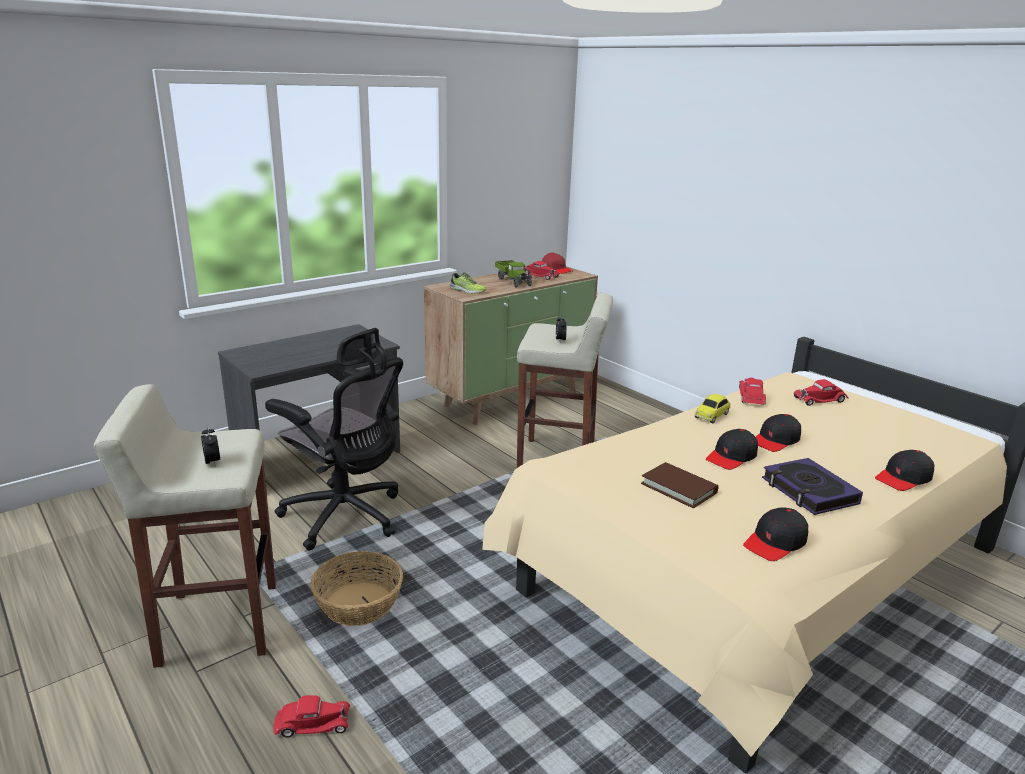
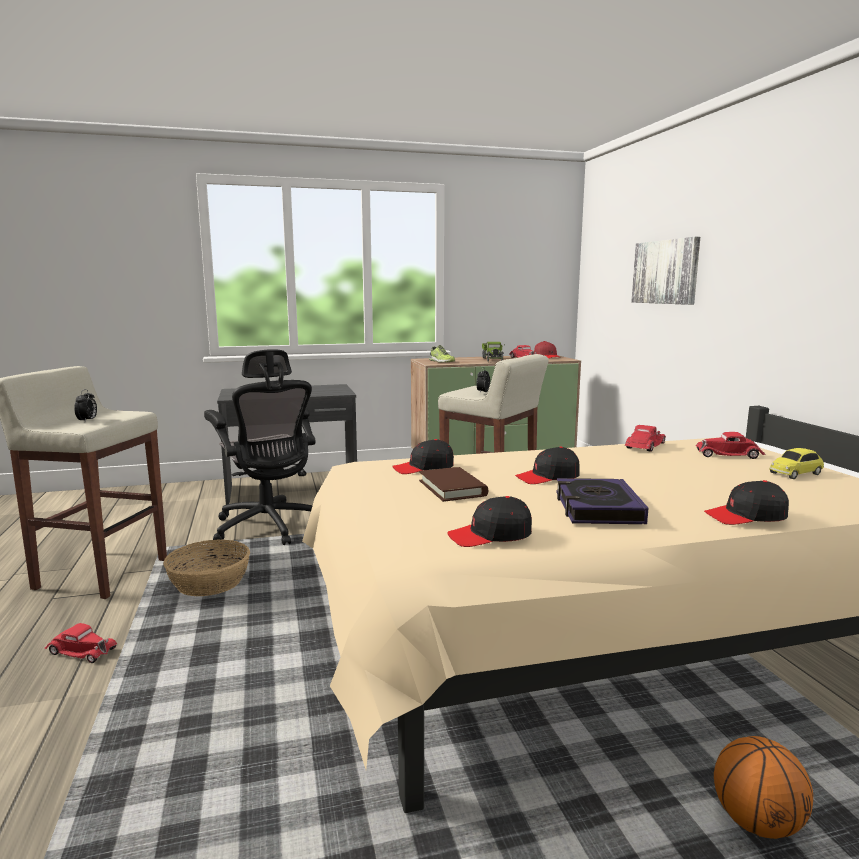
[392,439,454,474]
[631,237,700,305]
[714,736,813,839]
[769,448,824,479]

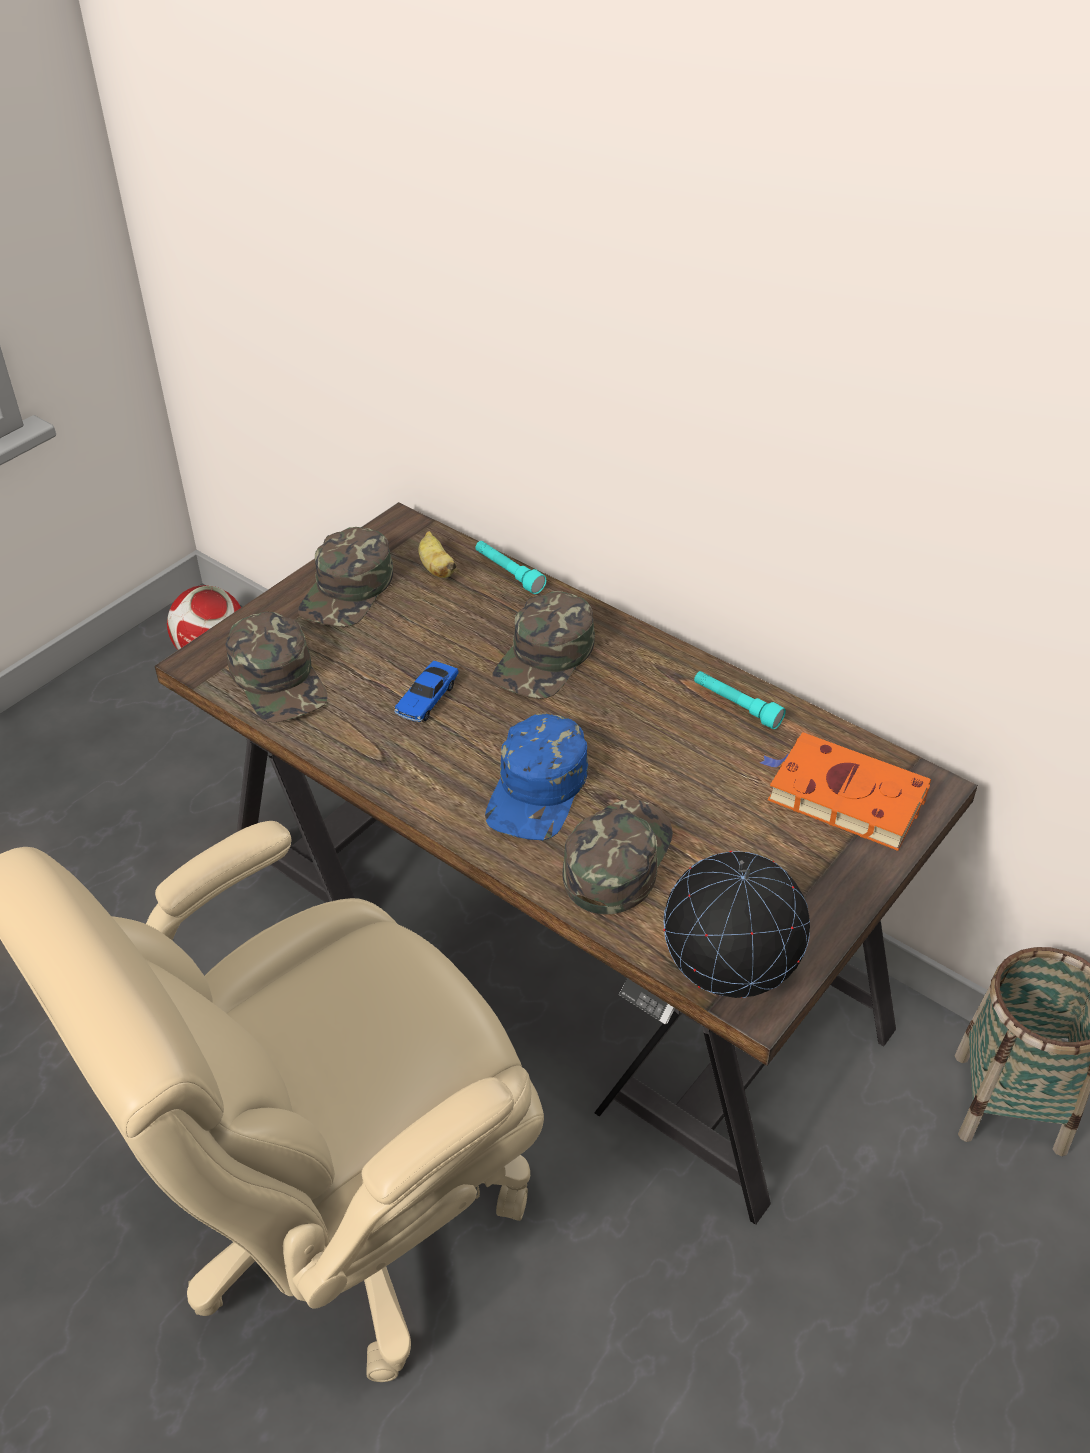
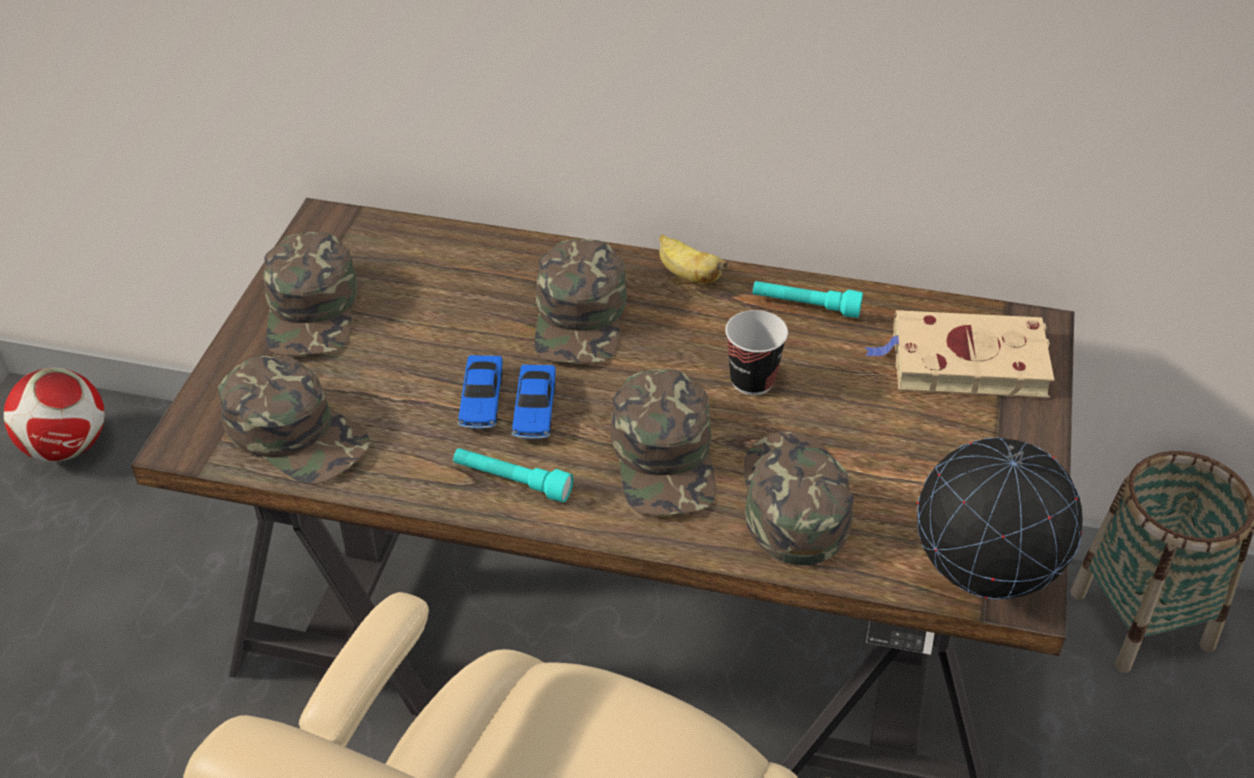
[453,448,573,502]
[512,364,556,439]
[611,369,716,516]
[659,234,728,283]
[725,310,788,395]
[865,310,1054,398]

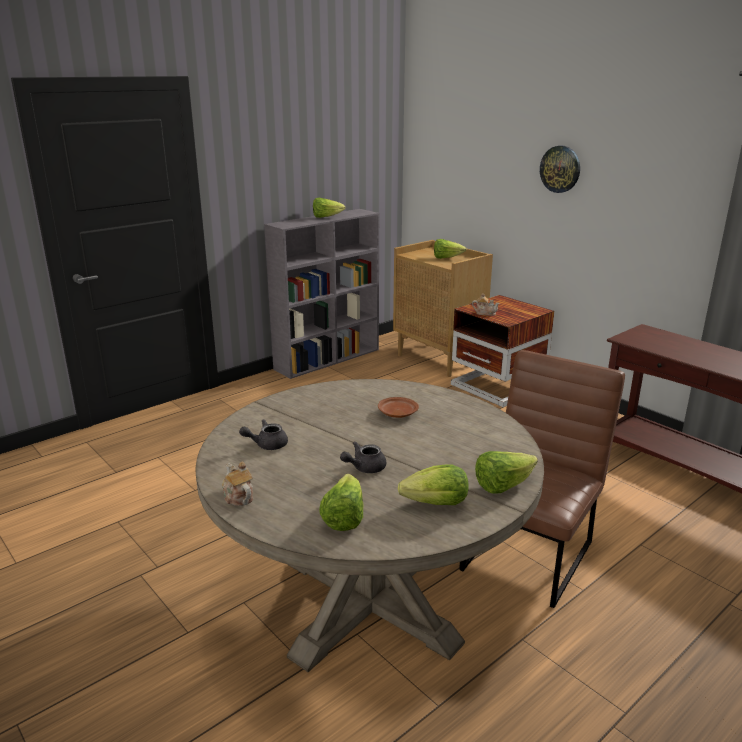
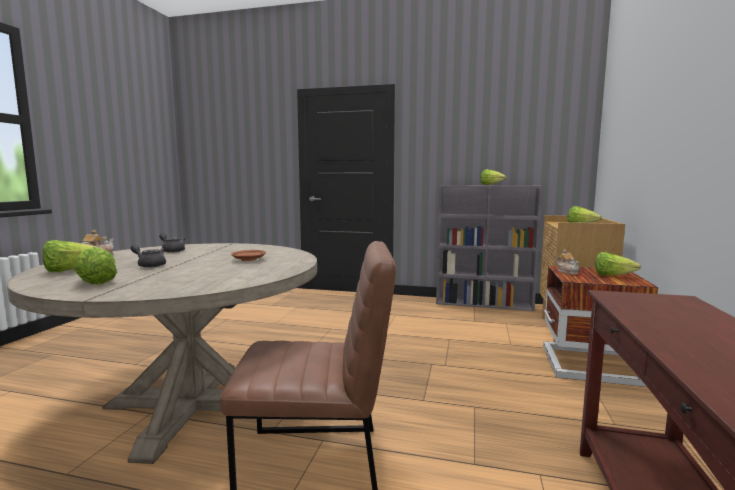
[595,252,641,275]
[540,146,580,193] (first image)

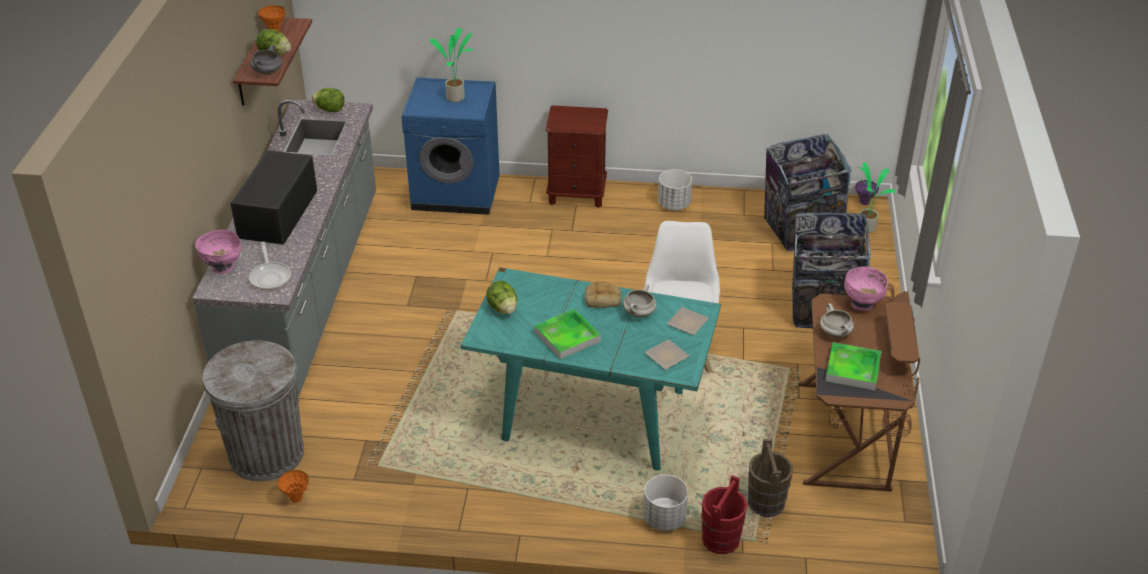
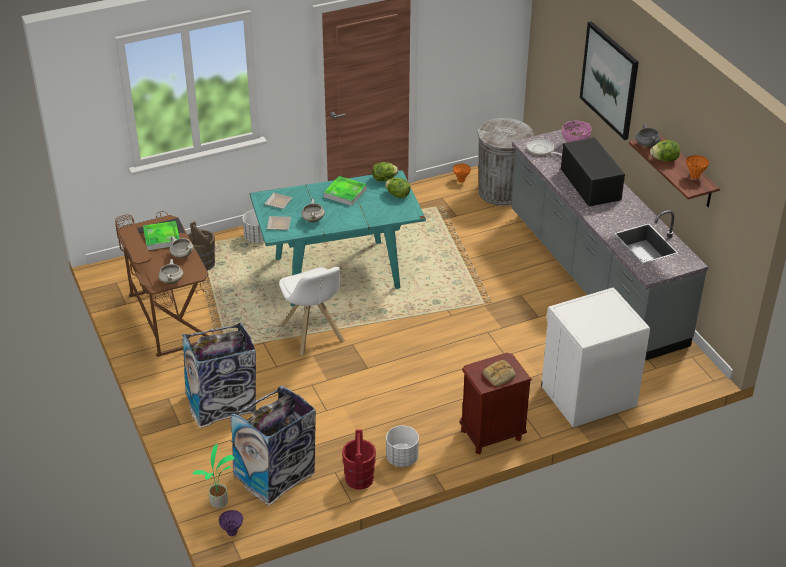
[158,259,183,284]
[342,429,376,489]
[372,162,398,181]
[483,360,516,386]
[541,287,650,428]
[580,21,639,140]
[430,28,473,102] (first image)

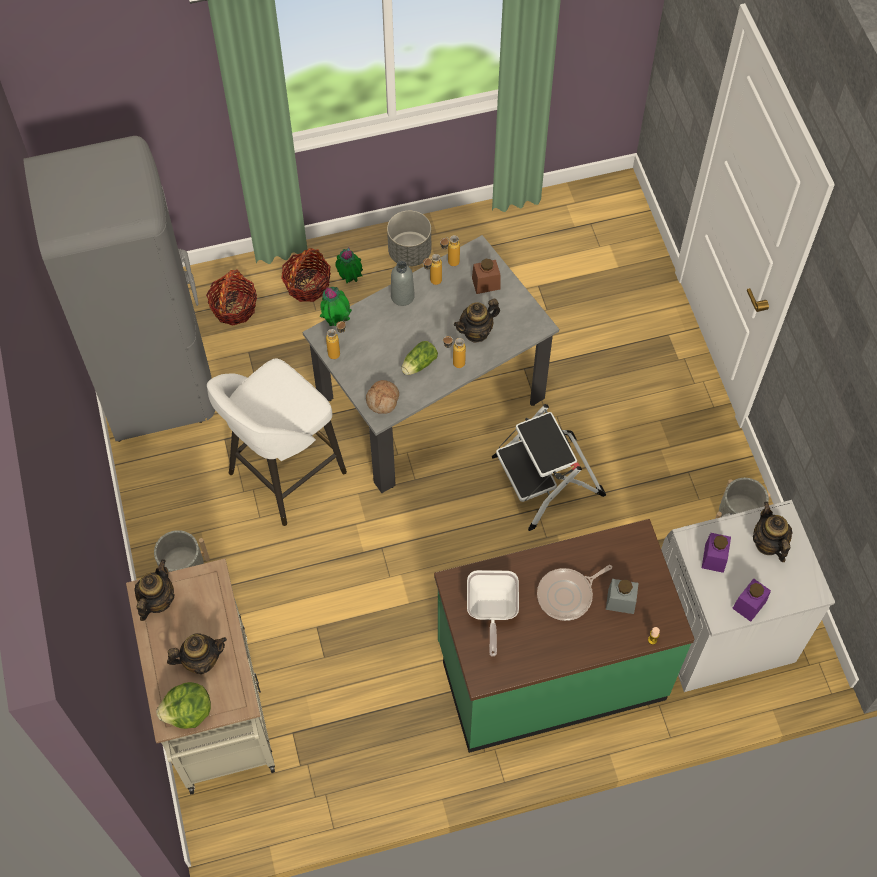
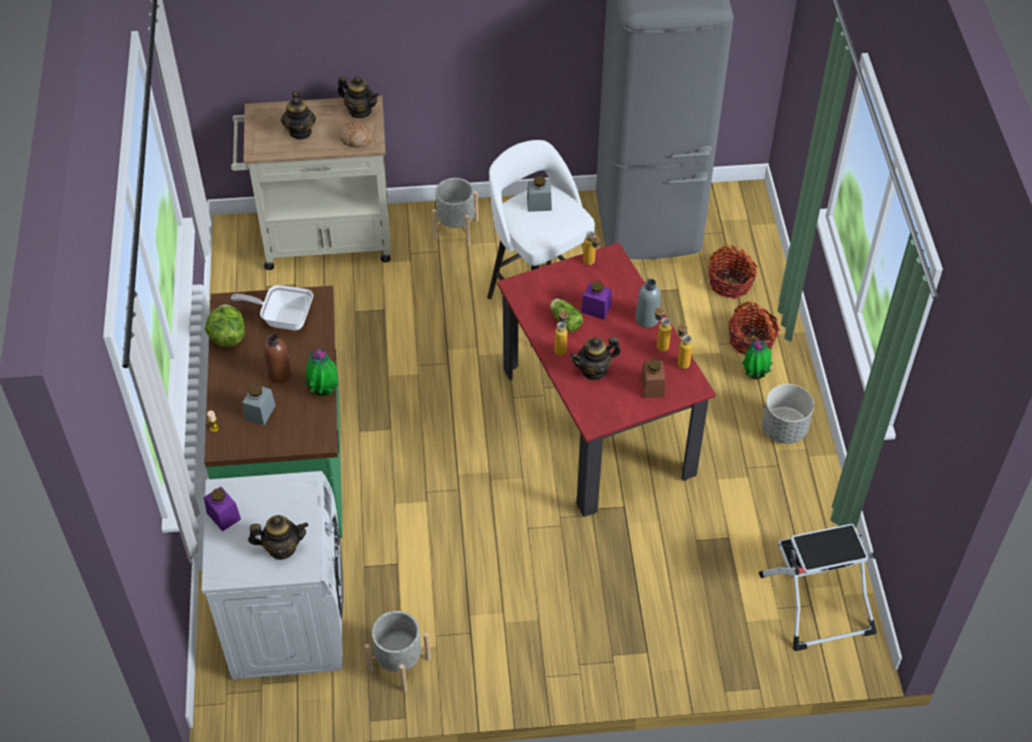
[205,304,245,347]
[263,333,292,384]
[305,348,339,396]
[339,121,373,148]
[497,242,716,517]
[527,176,552,212]
[570,337,621,380]
[581,281,611,320]
[758,524,878,651]

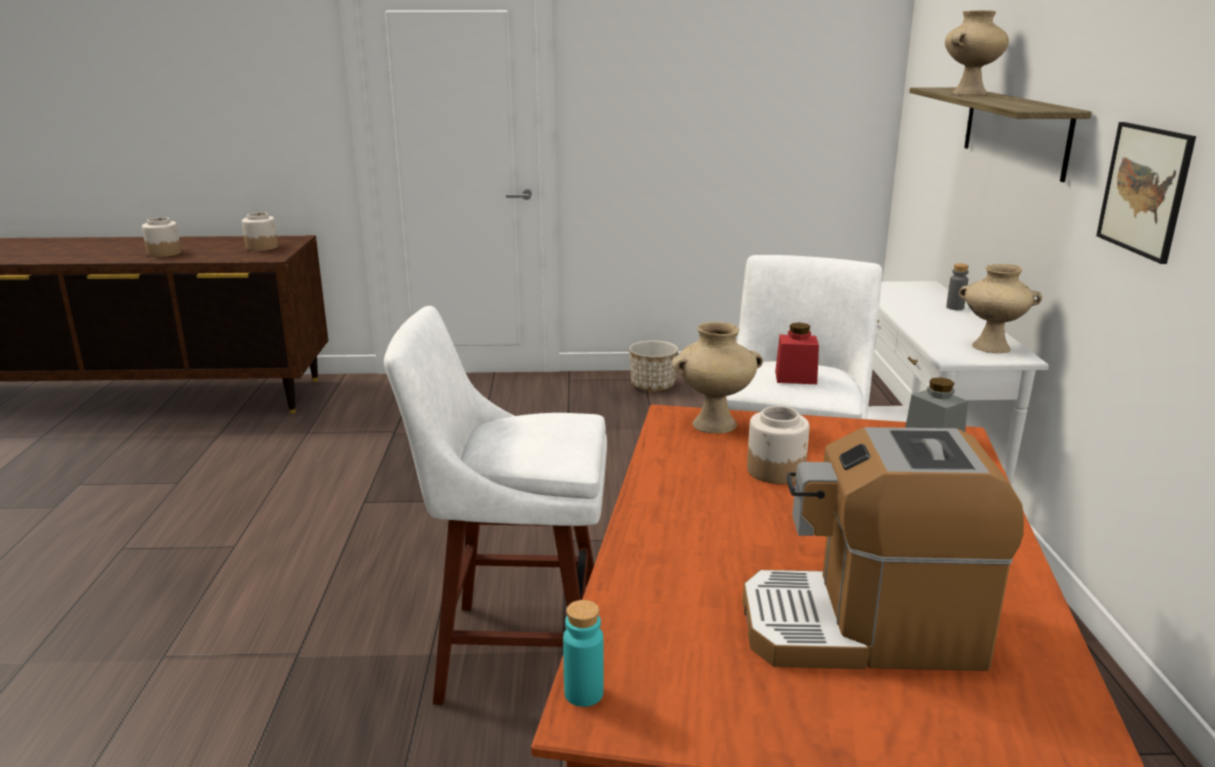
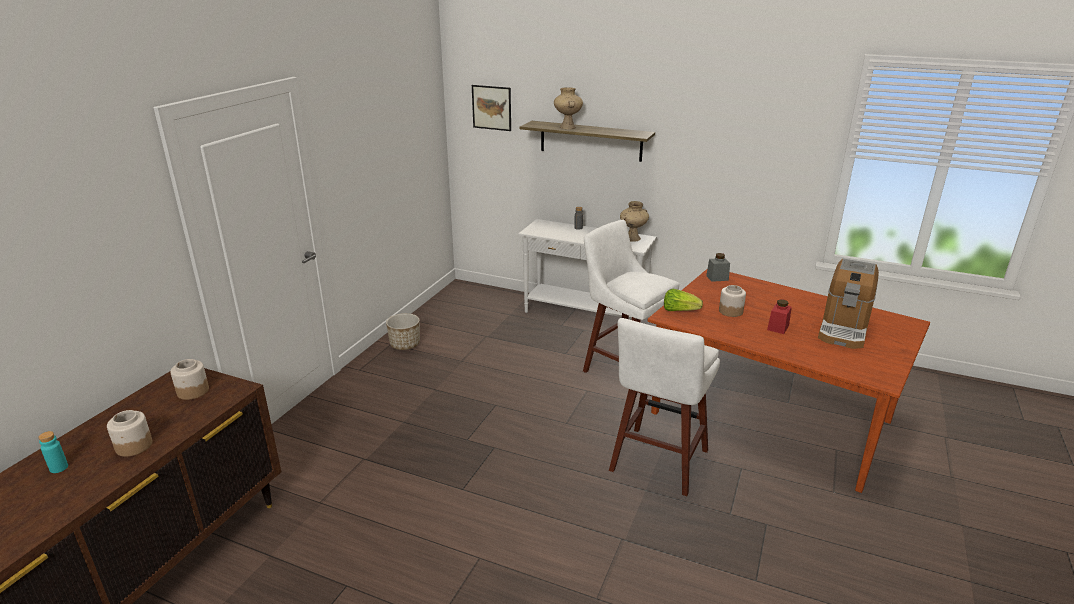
[38,431,68,473]
[472,85,511,131]
[664,289,703,311]
[767,299,792,334]

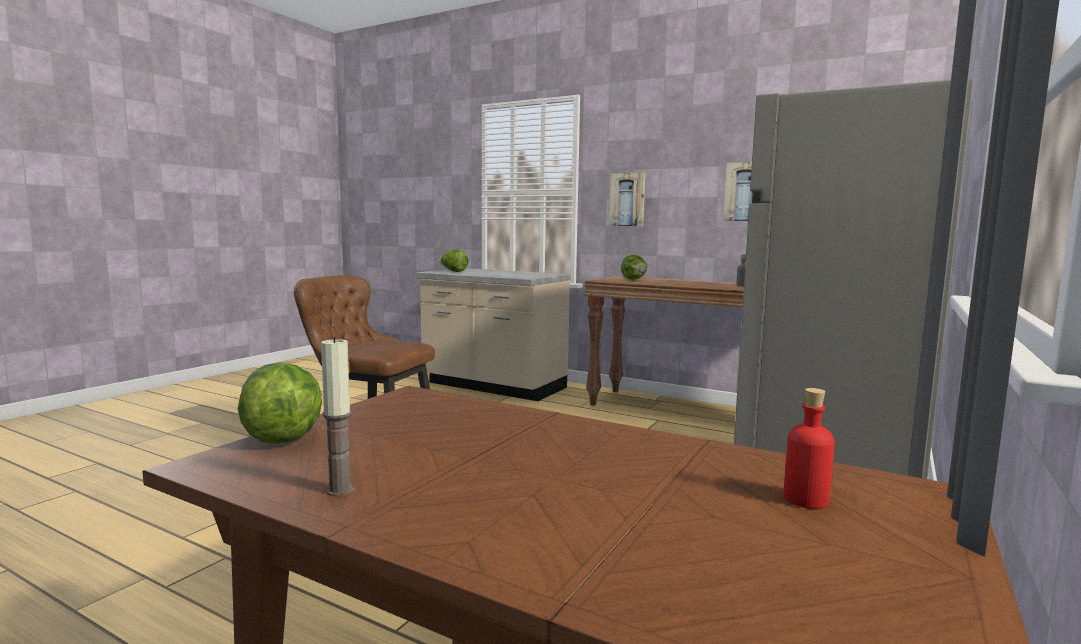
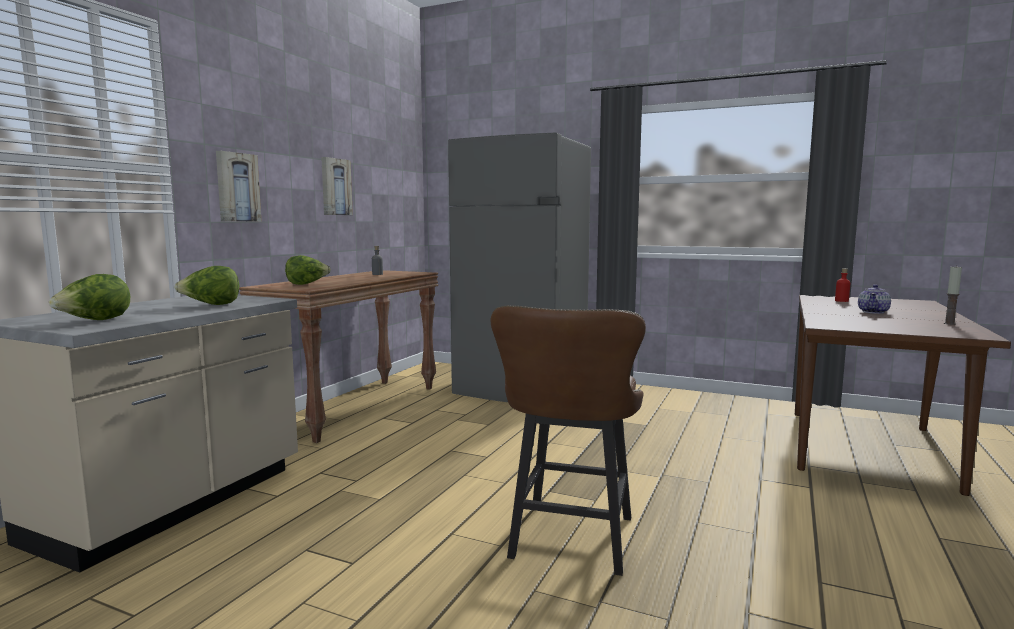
[174,266,239,305]
[858,284,891,314]

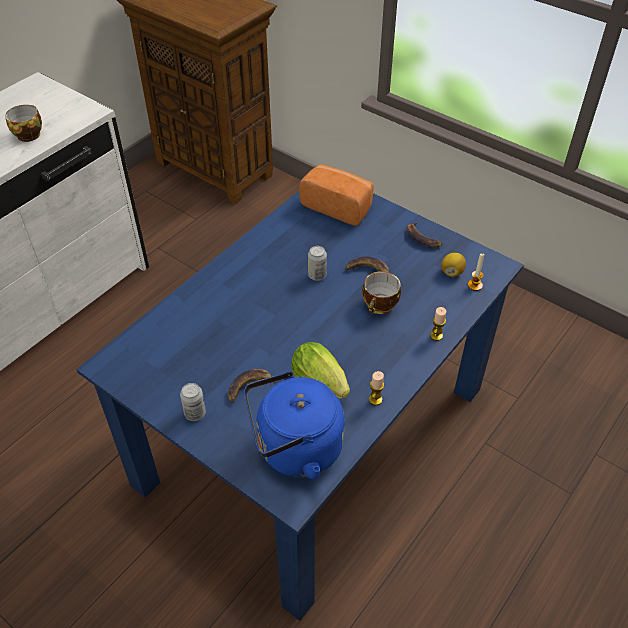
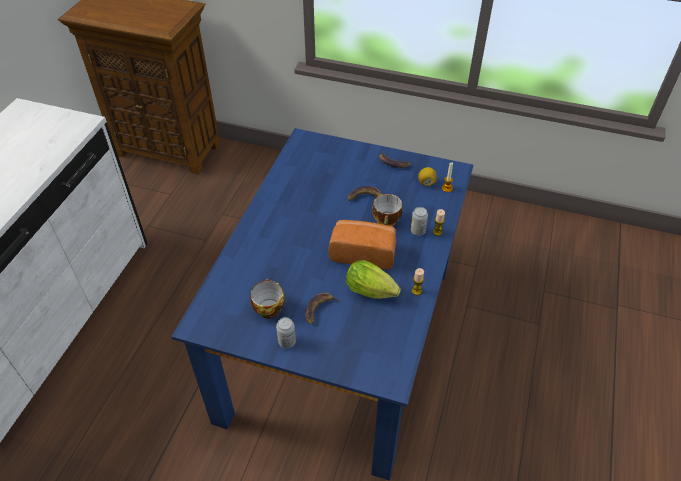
[250,279,285,319]
[329,220,396,270]
[411,207,428,236]
[244,371,345,479] (first image)

